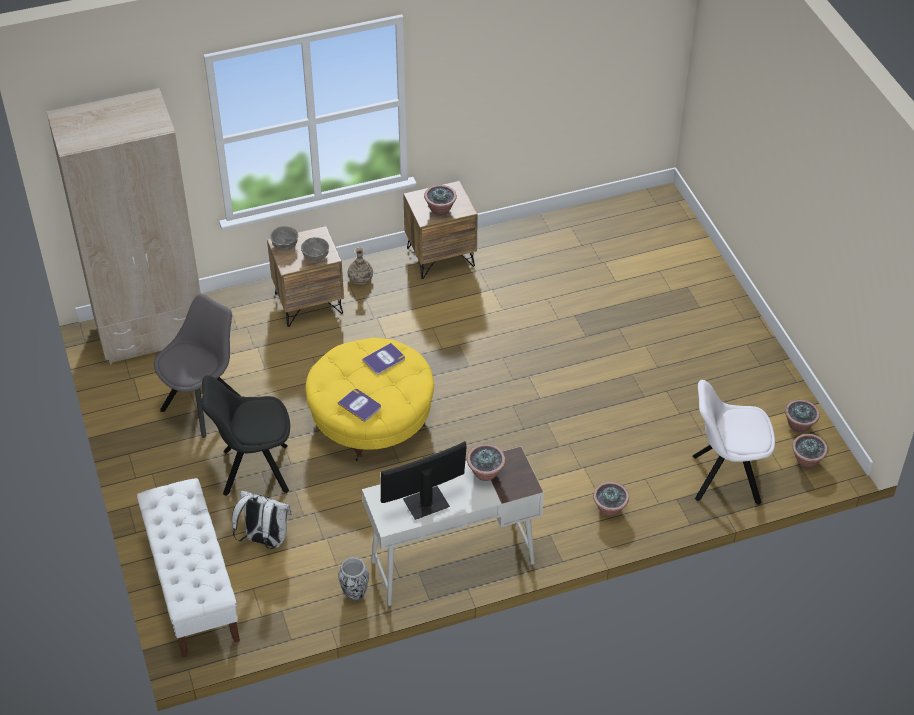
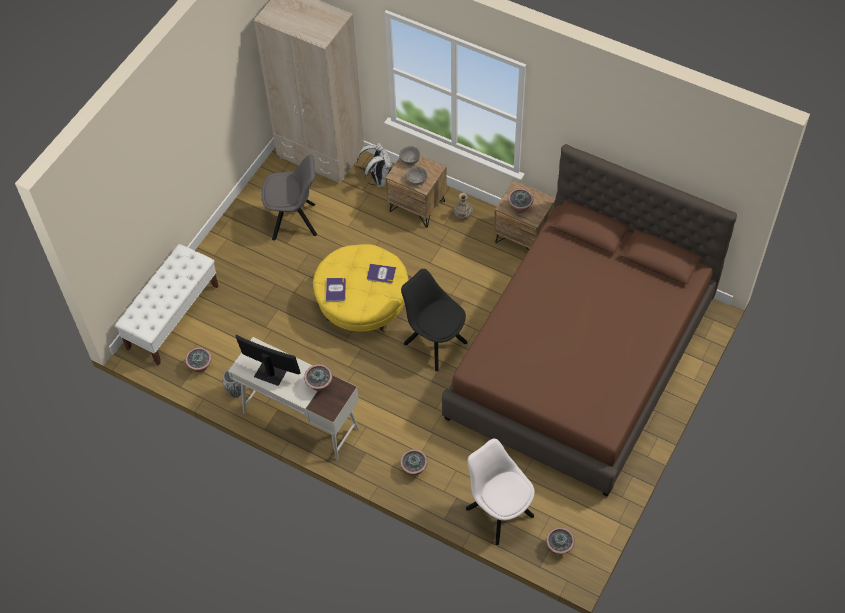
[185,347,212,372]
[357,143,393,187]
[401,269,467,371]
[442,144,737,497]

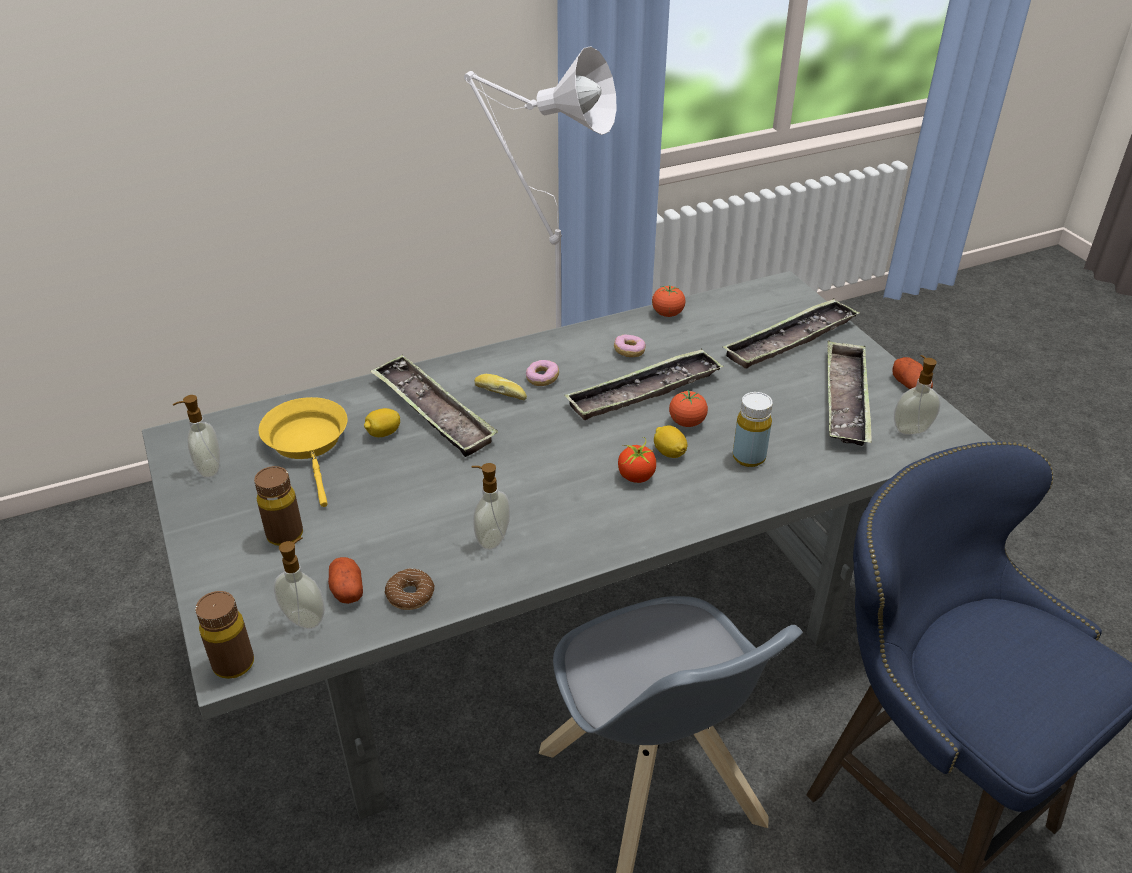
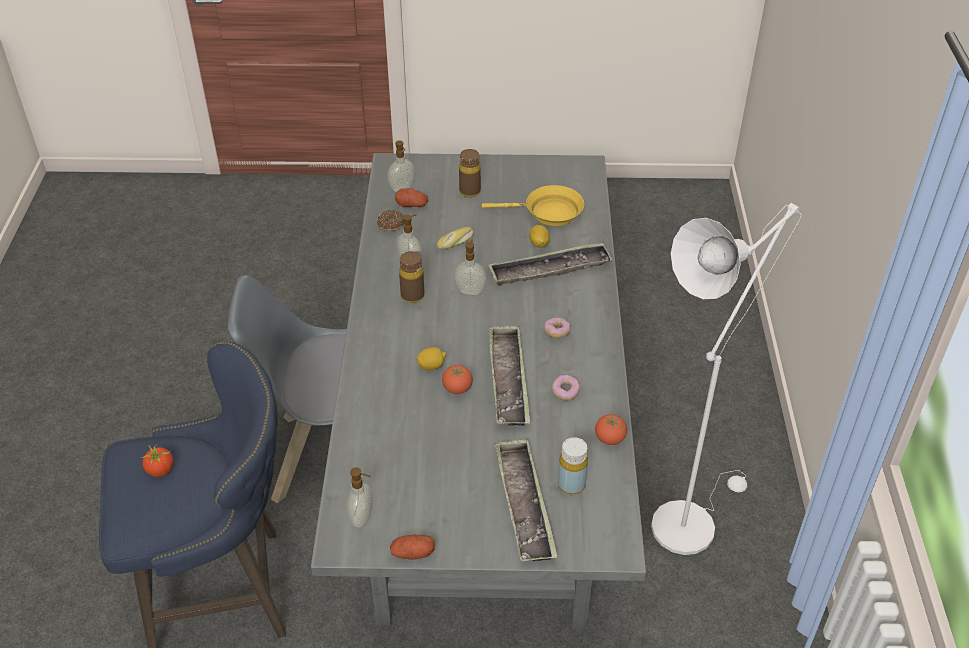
[141,445,173,477]
[399,251,424,303]
[437,227,474,249]
[453,239,487,295]
[558,437,588,495]
[827,340,872,446] (first image)

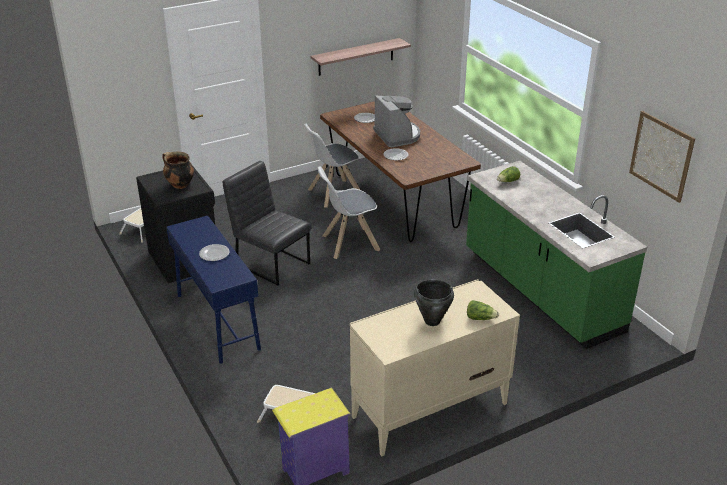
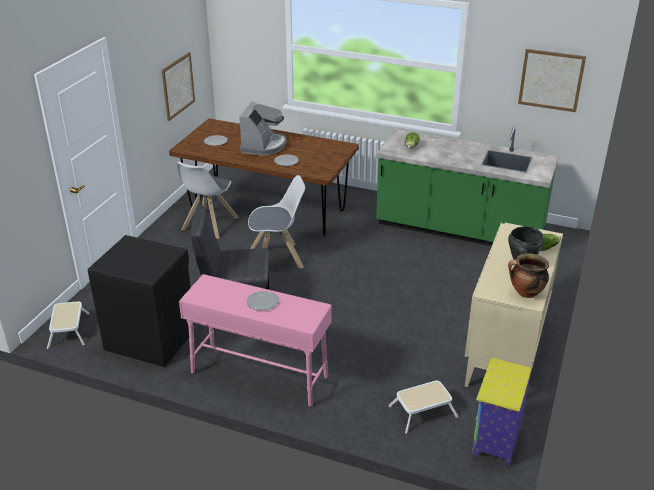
[162,52,195,121]
[179,274,332,407]
[239,102,287,155]
[248,175,305,269]
[508,253,549,298]

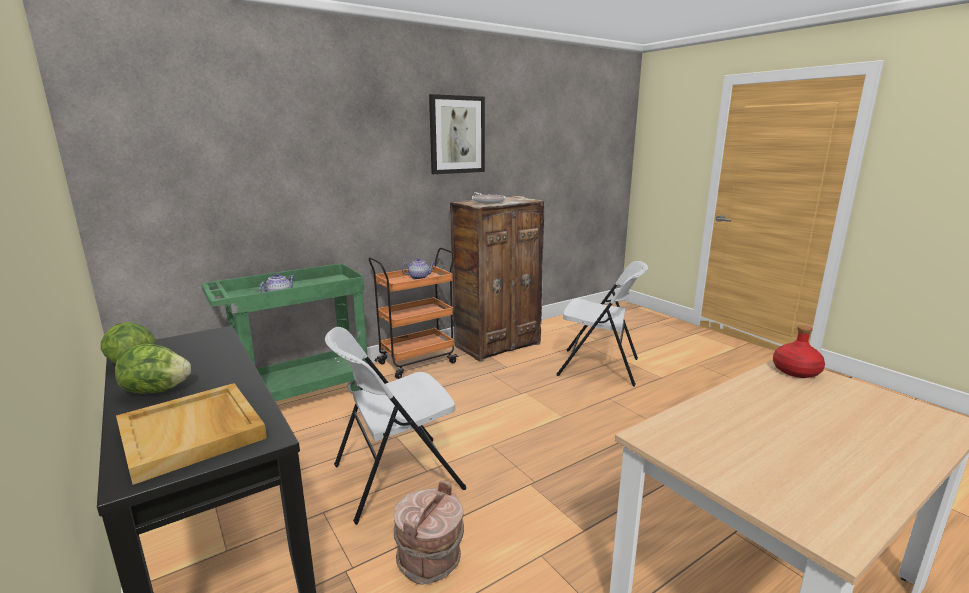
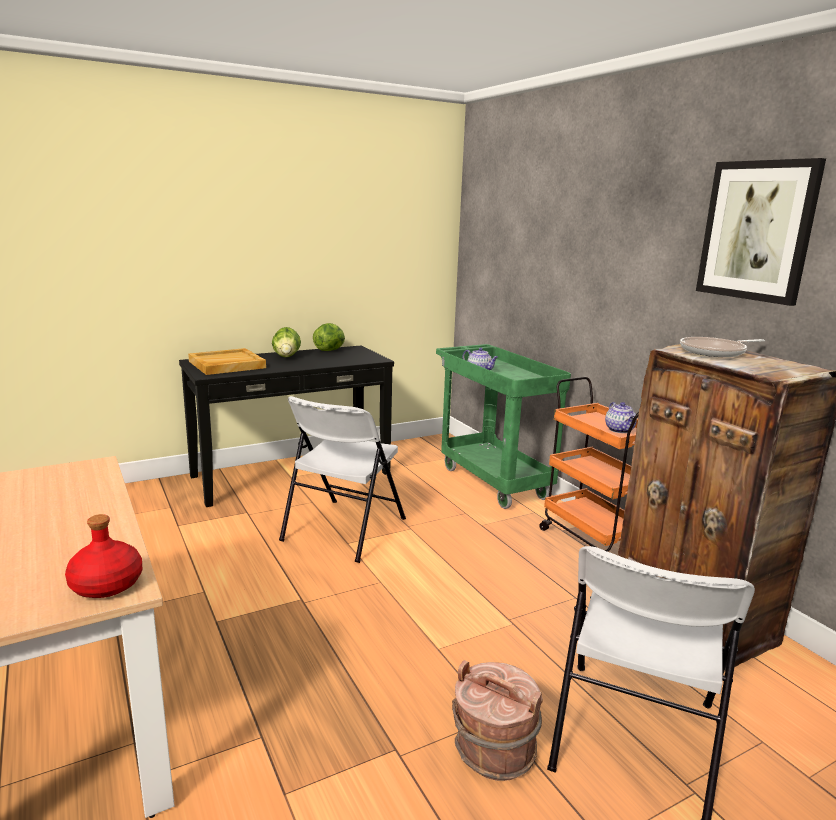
[279,396,406,563]
[452,660,543,781]

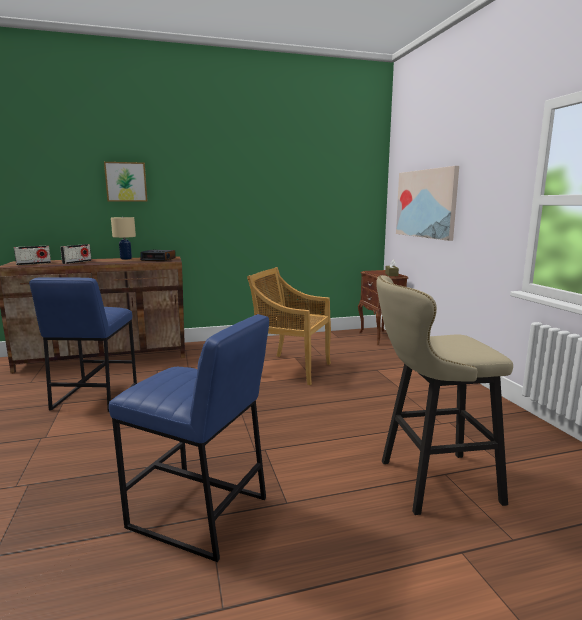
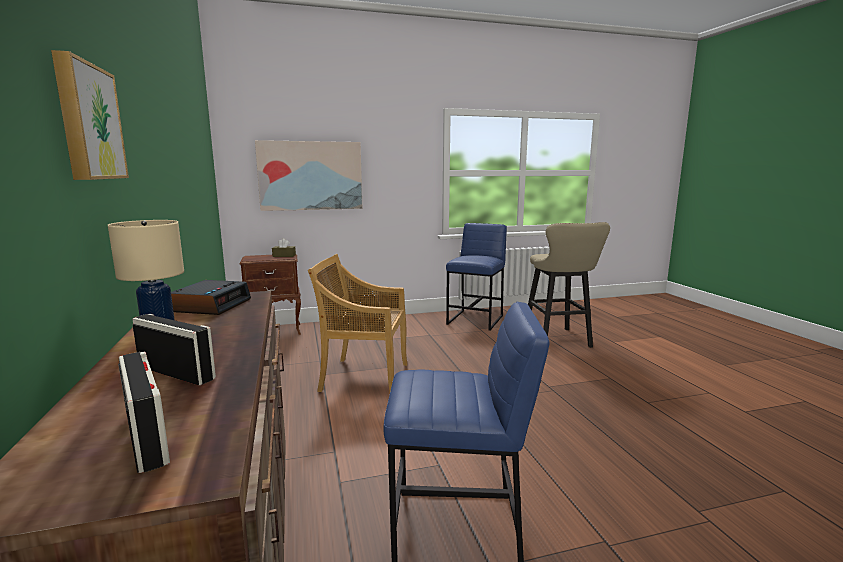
[308,254,407,392]
[446,223,507,331]

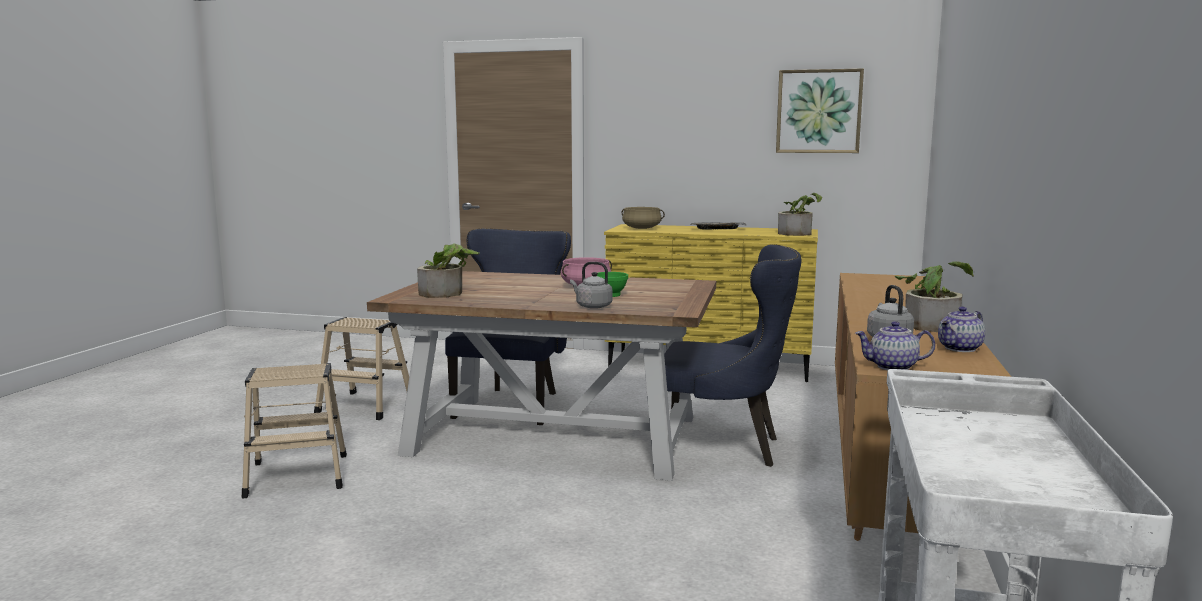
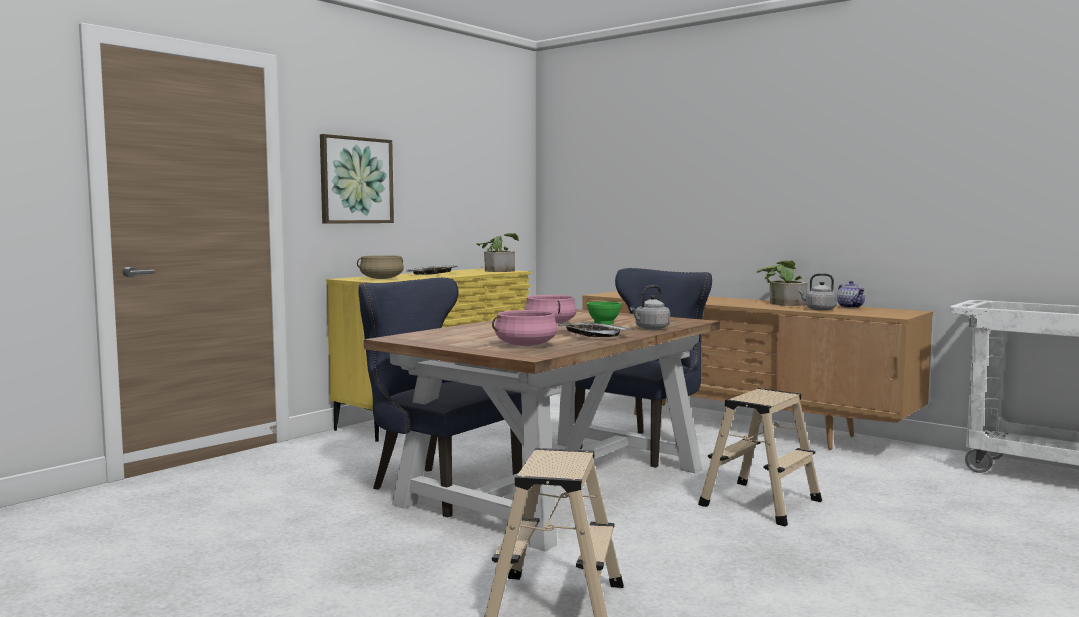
[320,134,394,224]
[492,310,558,346]
[556,322,631,337]
[698,388,822,526]
[855,321,935,370] (first image)

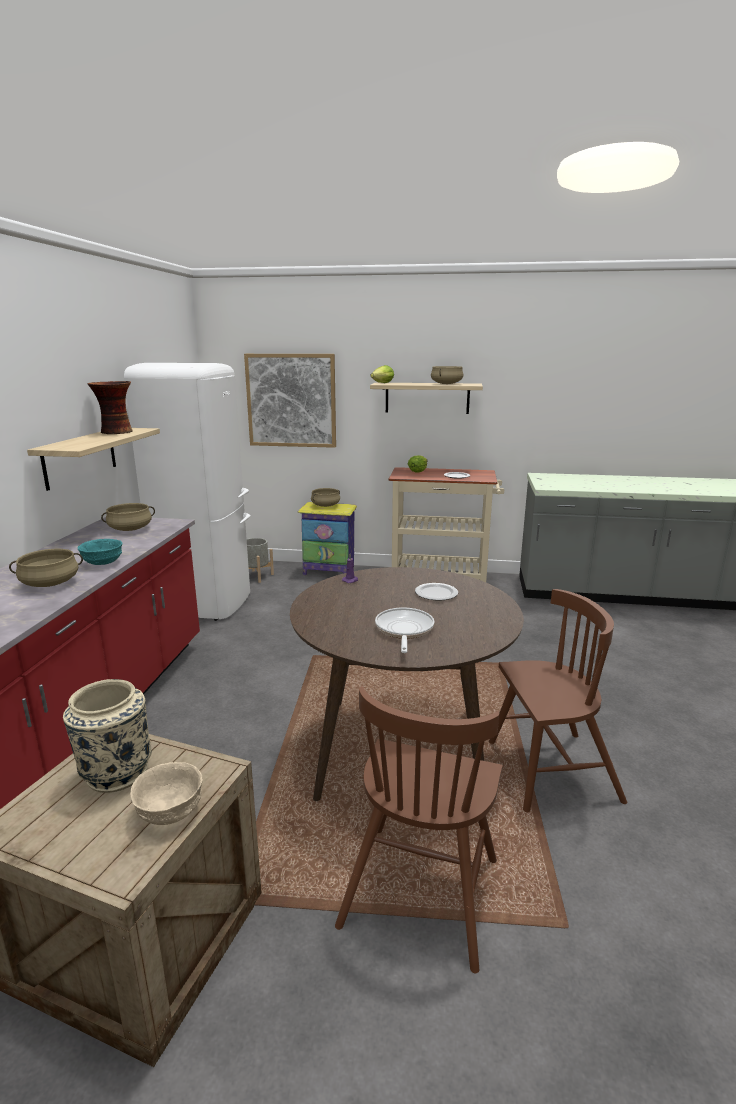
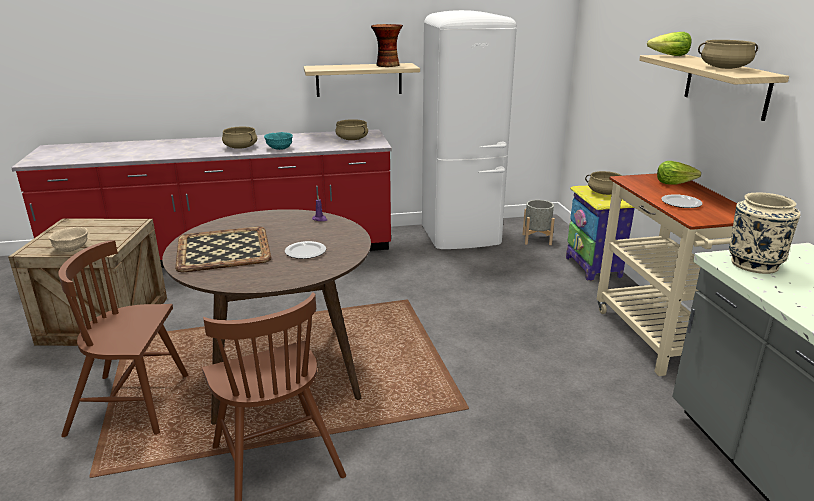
[175,227,271,272]
[729,192,800,274]
[244,354,336,448] (first image)

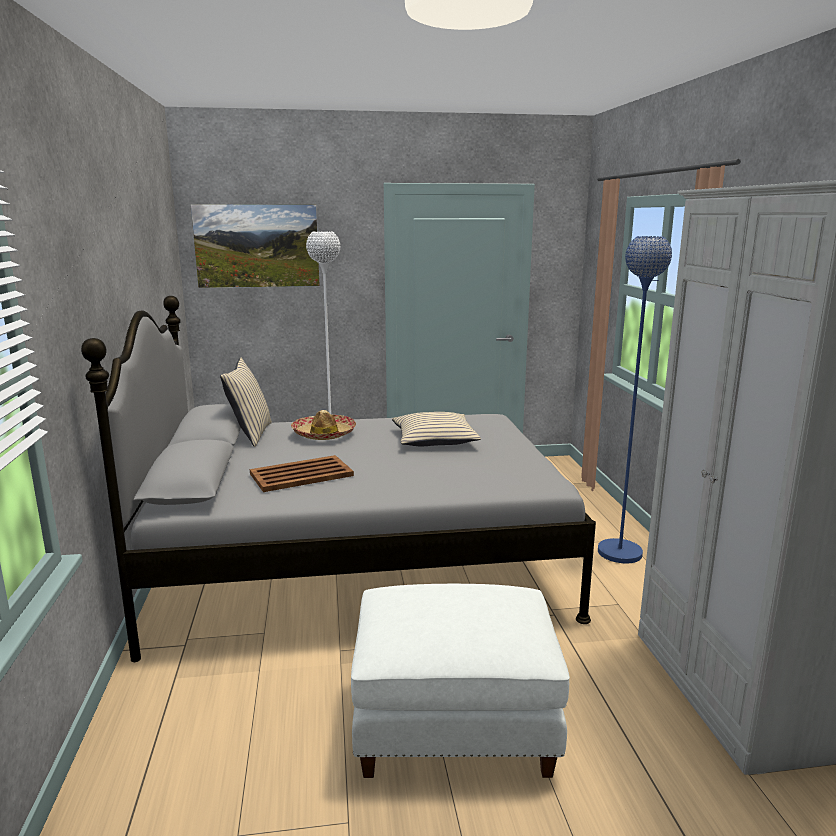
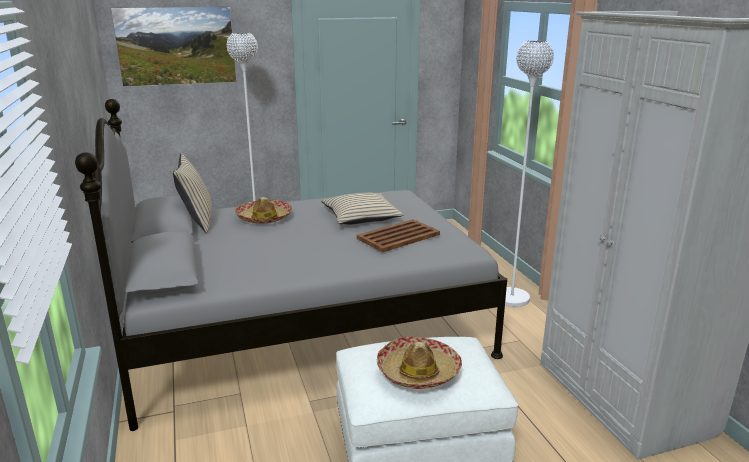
[357,219,440,252]
[377,336,462,389]
[505,40,554,307]

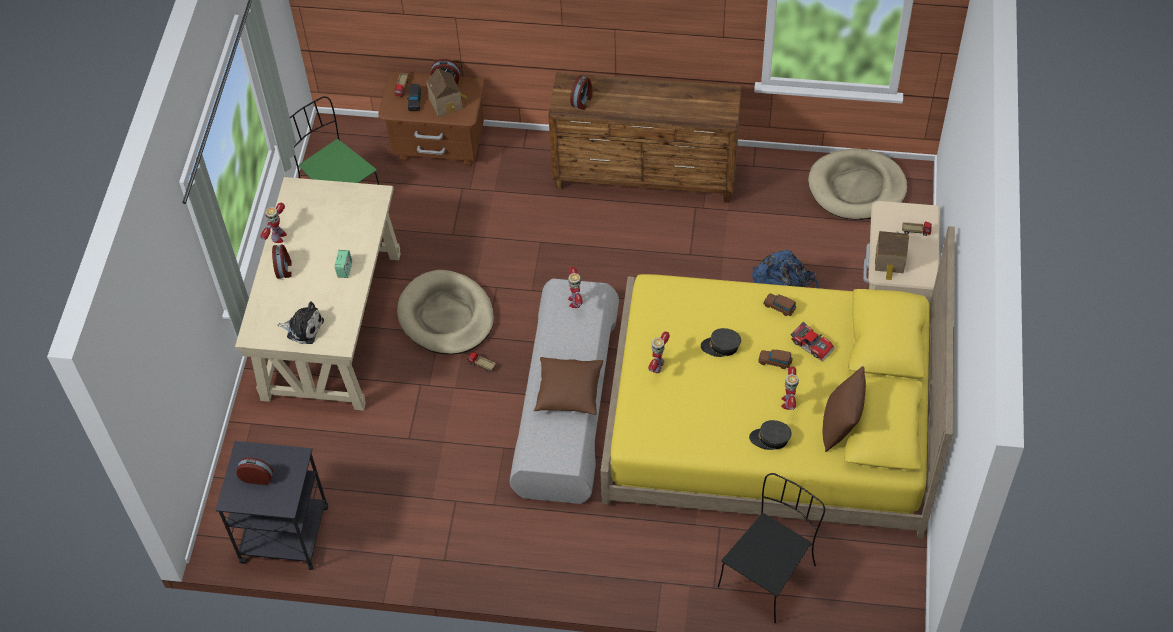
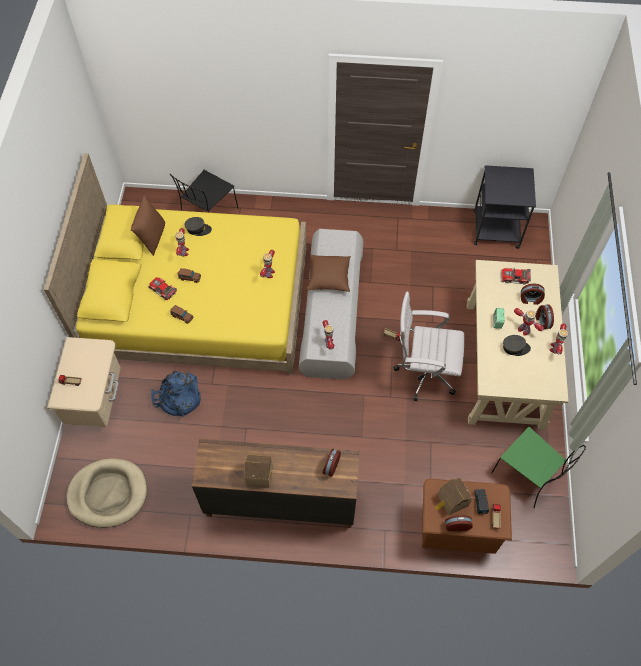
[244,455,273,488]
[393,292,464,401]
[501,268,531,284]
[503,335,531,356]
[514,308,544,336]
[521,284,545,305]

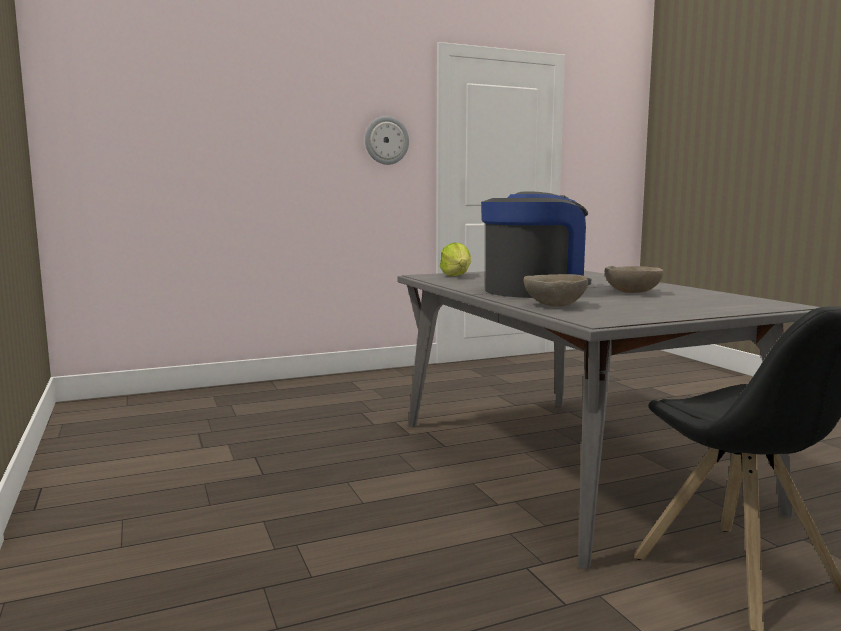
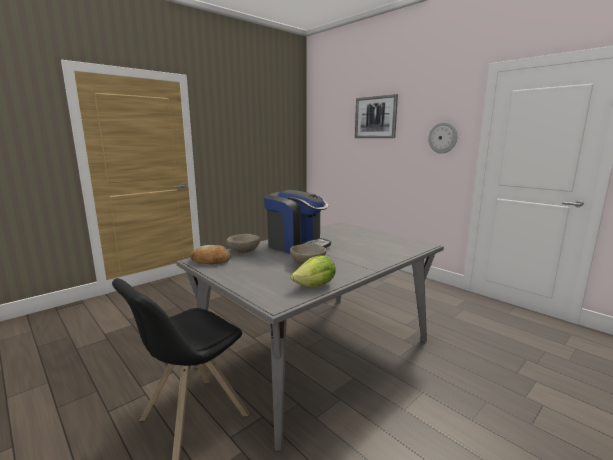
[190,245,231,264]
[291,255,336,287]
[355,94,398,138]

